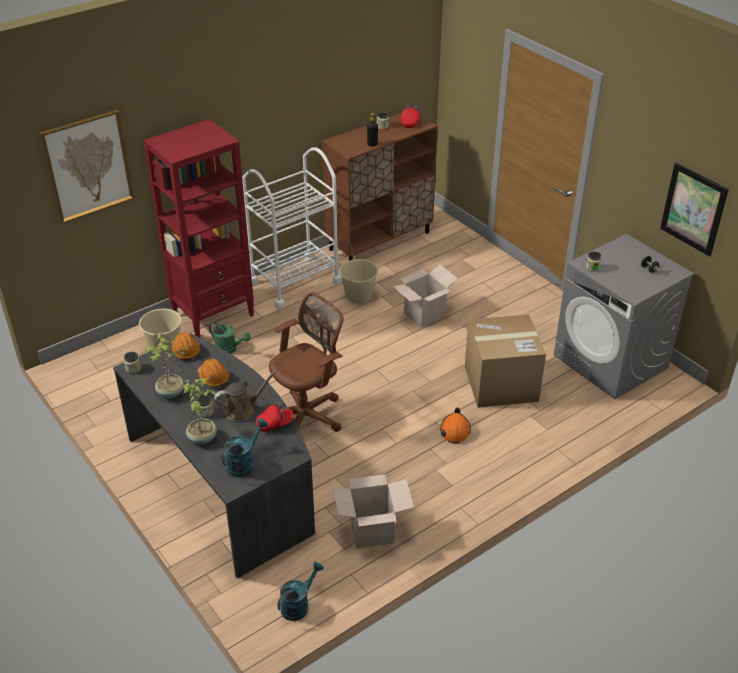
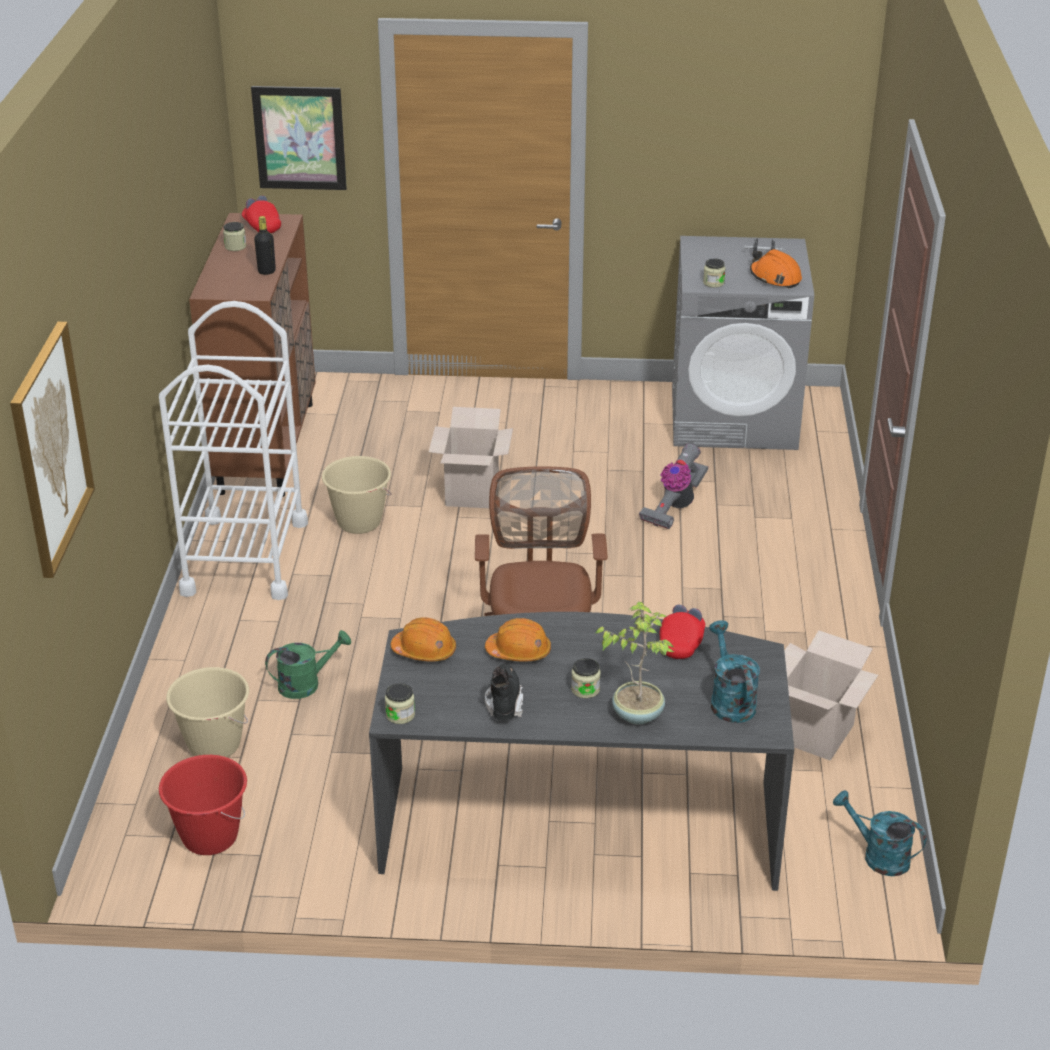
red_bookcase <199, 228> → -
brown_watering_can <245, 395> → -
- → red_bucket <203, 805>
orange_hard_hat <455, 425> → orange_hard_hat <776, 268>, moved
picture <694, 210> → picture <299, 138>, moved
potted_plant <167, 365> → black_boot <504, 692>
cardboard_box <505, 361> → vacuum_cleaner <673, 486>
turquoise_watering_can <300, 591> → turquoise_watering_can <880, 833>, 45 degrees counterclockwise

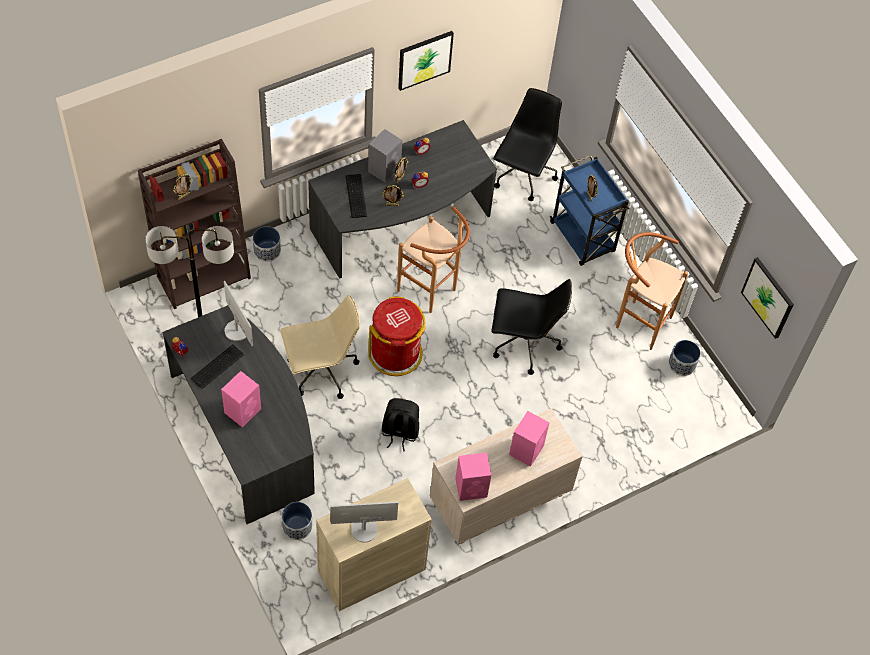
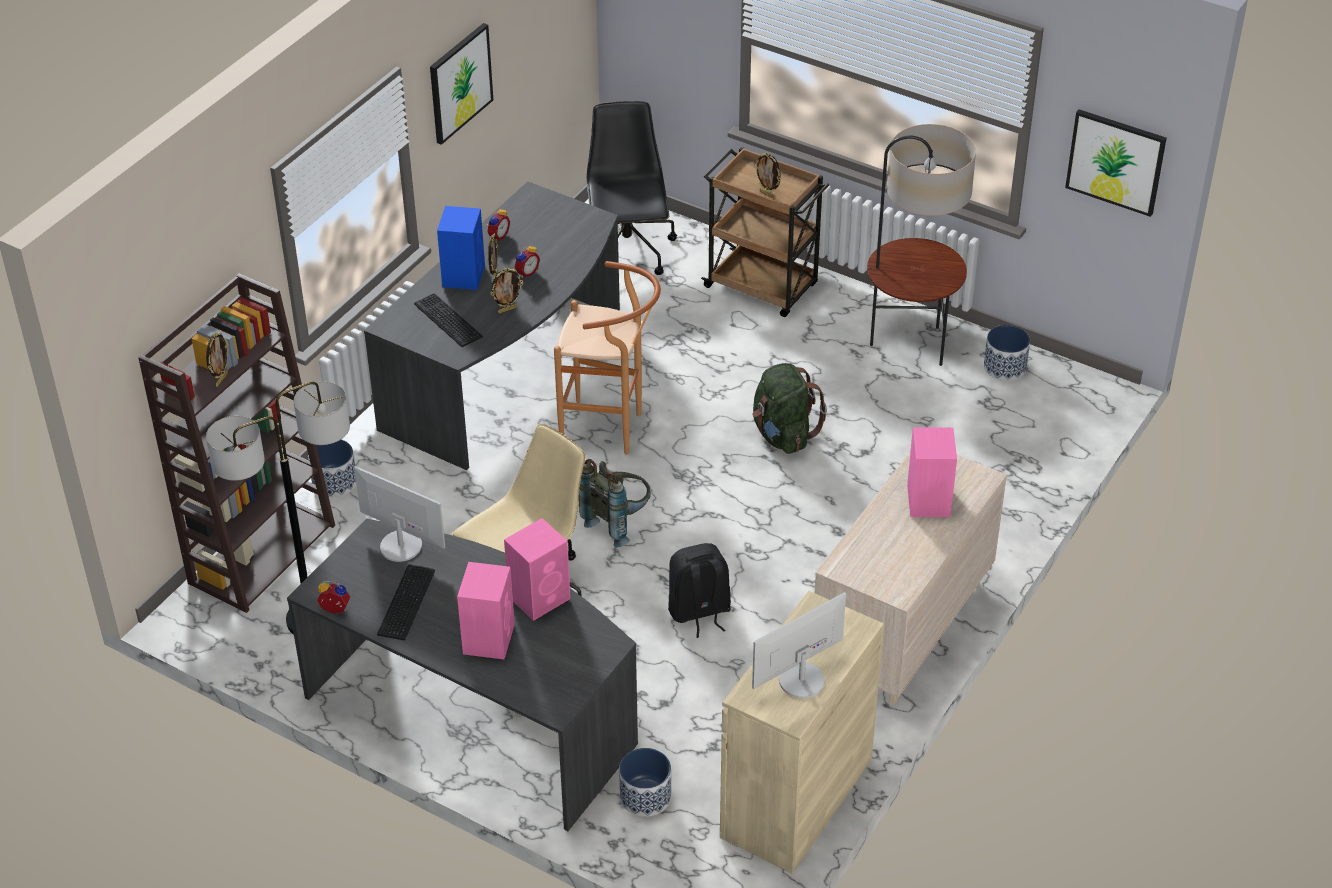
pink_speaker <473, 476> → pink_speaker <537, 569>, moved
red_trash_can <397, 336> → grey_backpack <615, 503>
black_office_chair <531, 327> → green_backpack <789, 408>
brown_stool <652, 291> → floor_lamp <921, 245>
grey_speaker <385, 156> → blue_speaker <461, 248>
blue_cart <589, 210> → brown_cart <765, 232>

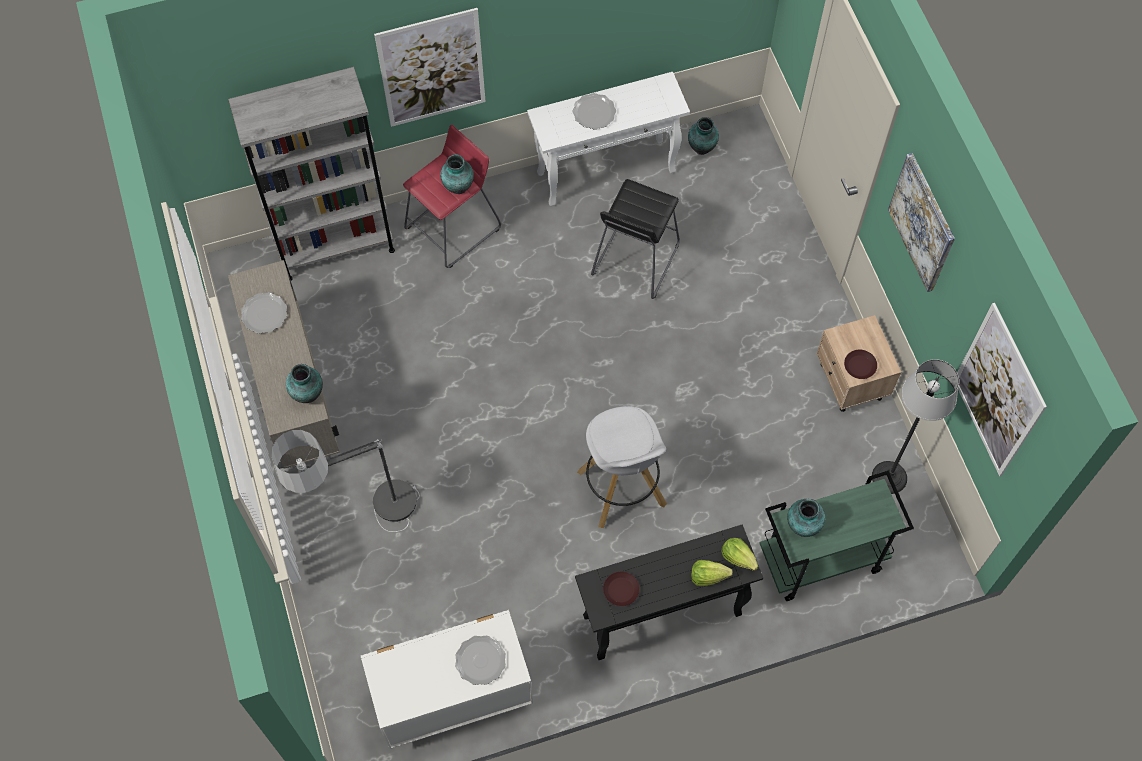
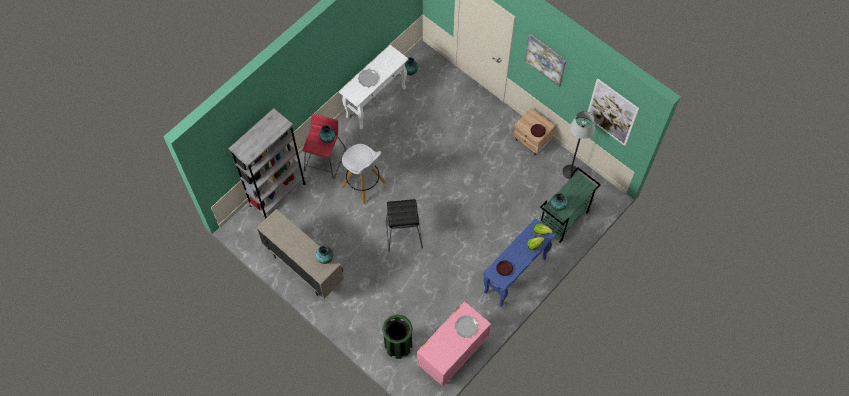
plate <264, 313> → -
floor_lamp <346, 481> → -
picture <430, 67> → -
- → green_trash_can <397, 336>
white_stool <622, 467> → white_stool <364, 174>, moved
black_stool <635, 239> → black_stool <404, 225>, moved
white_dresser <447, 679> → pink_dresser <454, 343>
black_console_table <669, 592> → blue_console_table <519, 262>

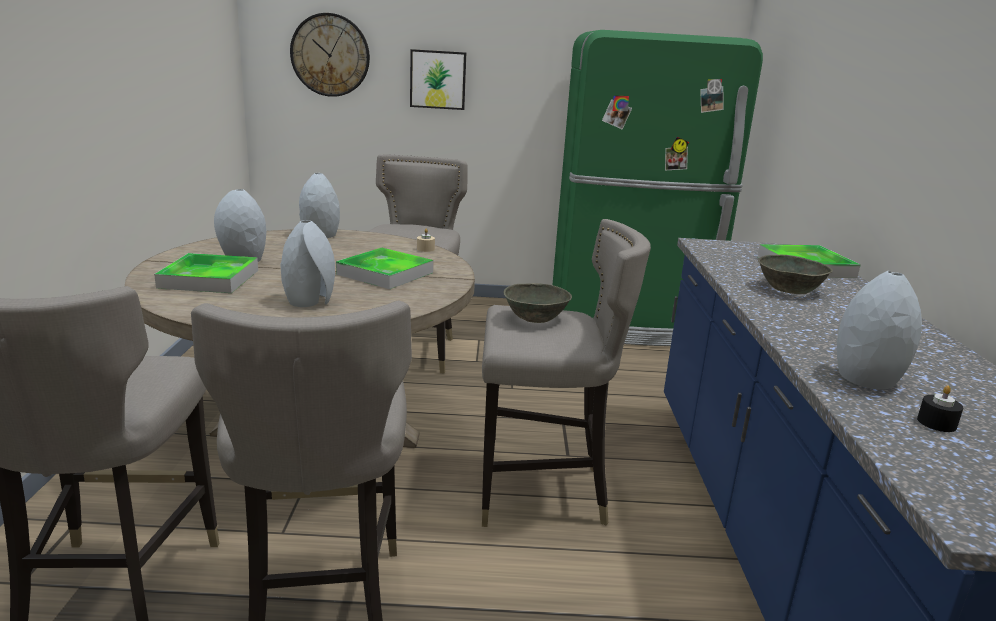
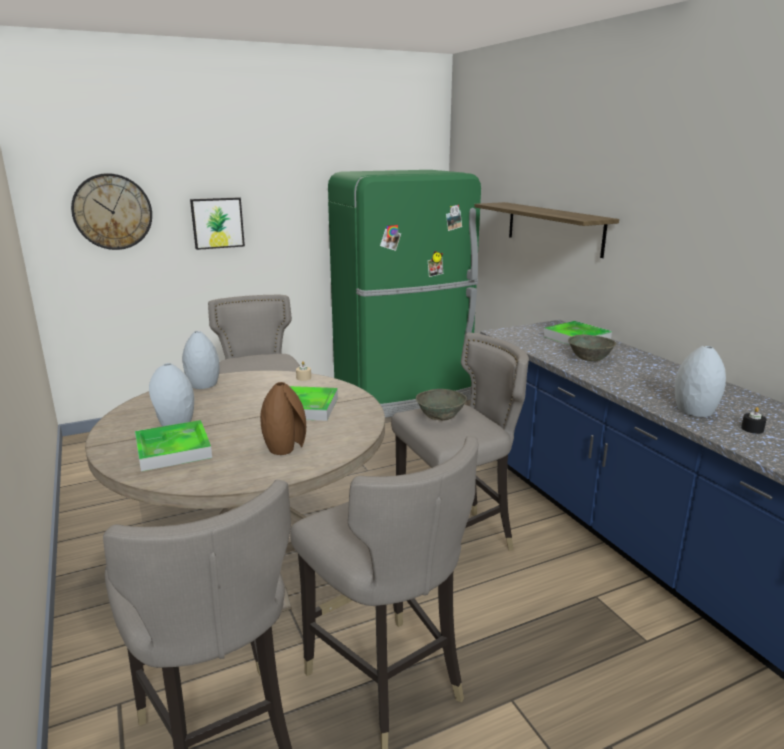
- → shelf <546, 230>
grey_vase <307, 263> → brown_vase <283, 418>

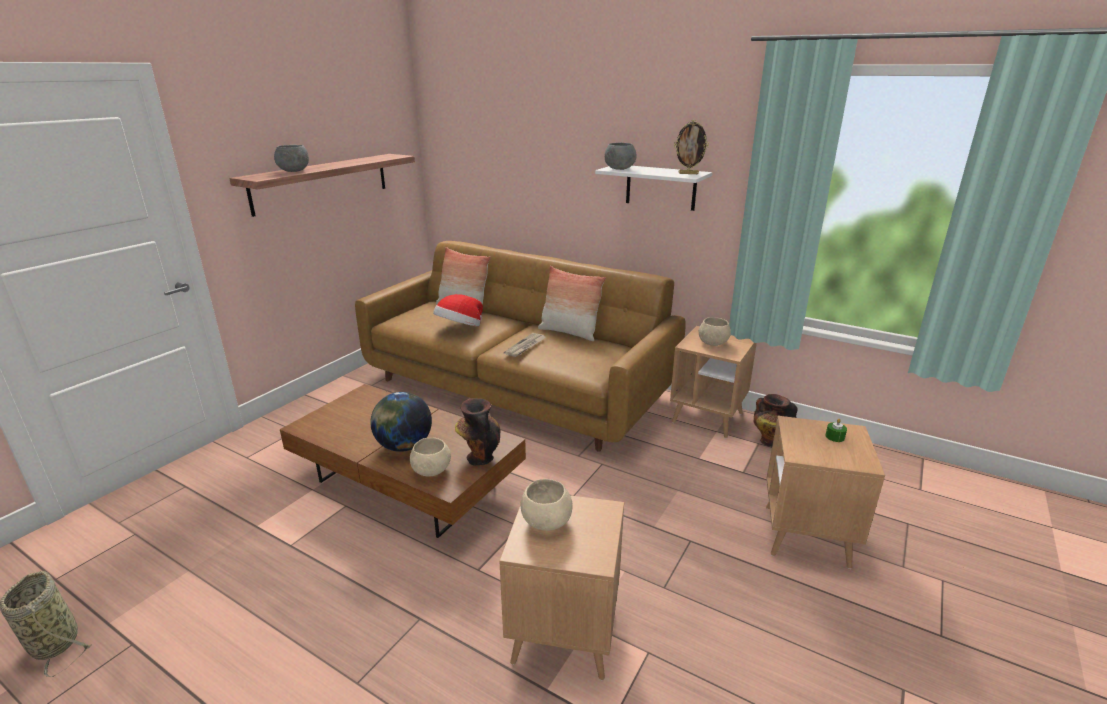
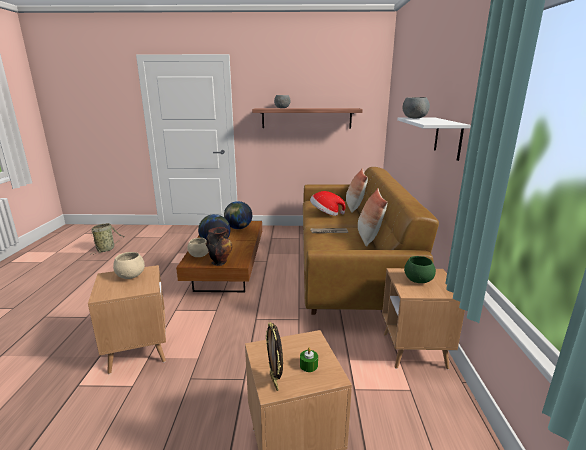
vase <775, 420> → -
- → globe <238, 215>
picture_frame <691, 147> → picture_frame <274, 356>, moved
beige_bowl <715, 331> → green_bowl <420, 269>

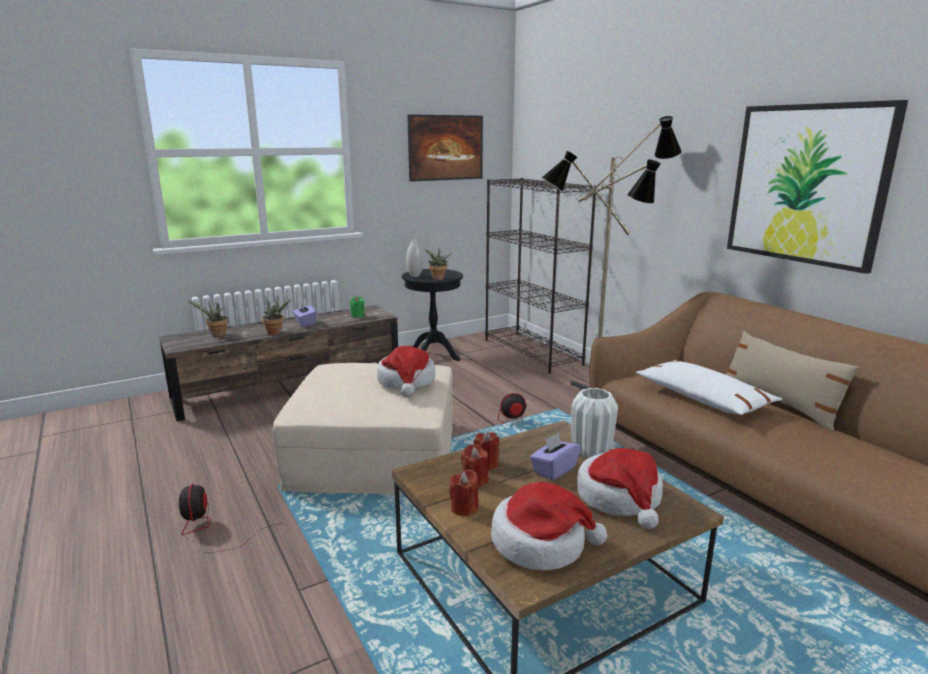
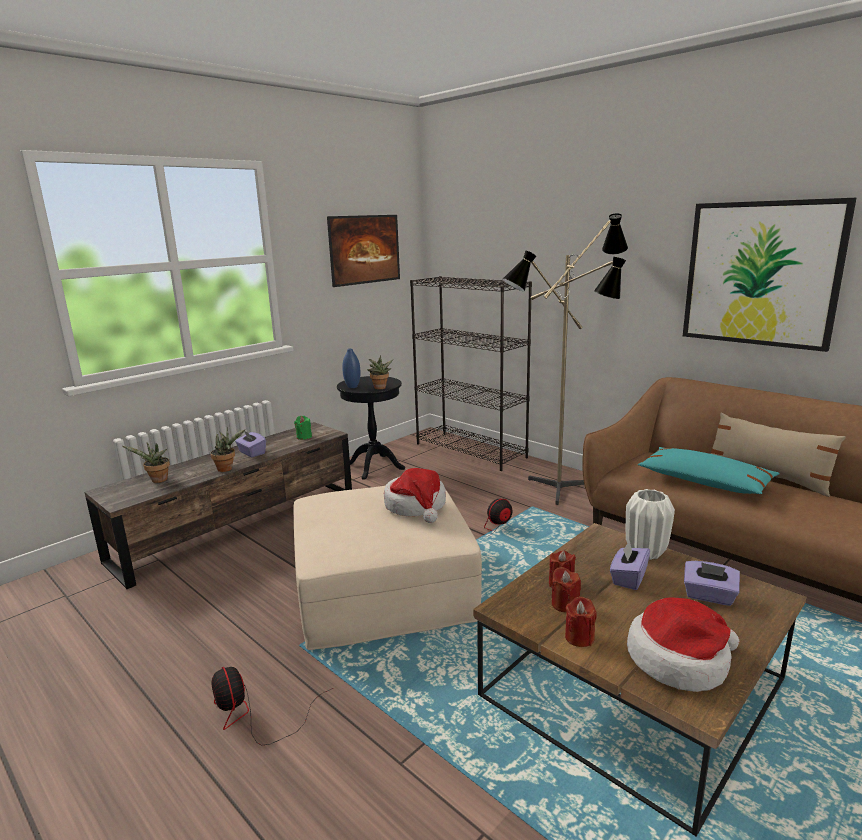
hat <620, 488> → purple_tissue_box <712, 583>
white_vase <414, 258> → blue_vase <351, 368>
white_pillow <709, 387> → turquoise_pillow <709, 470>

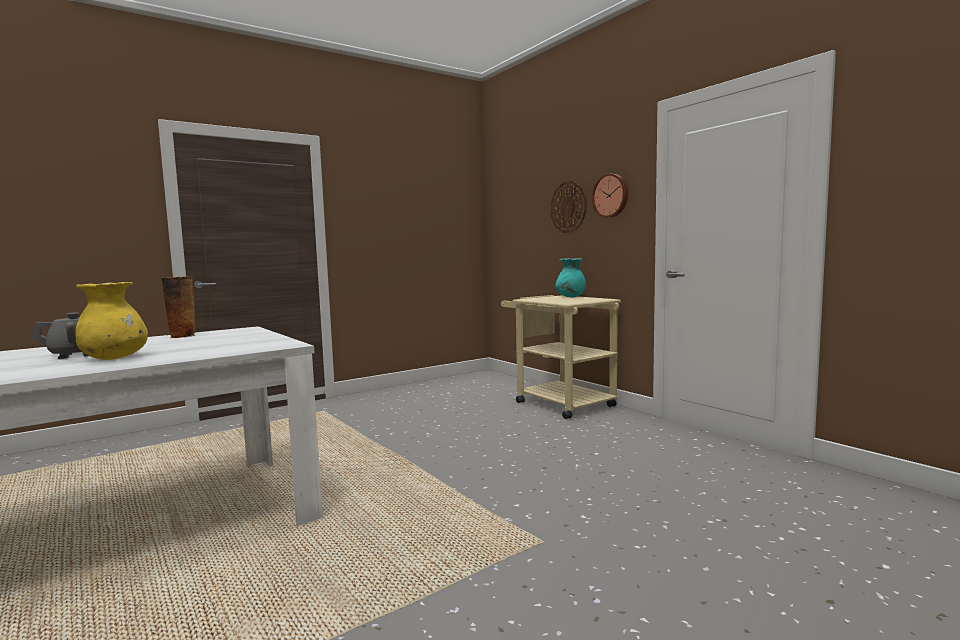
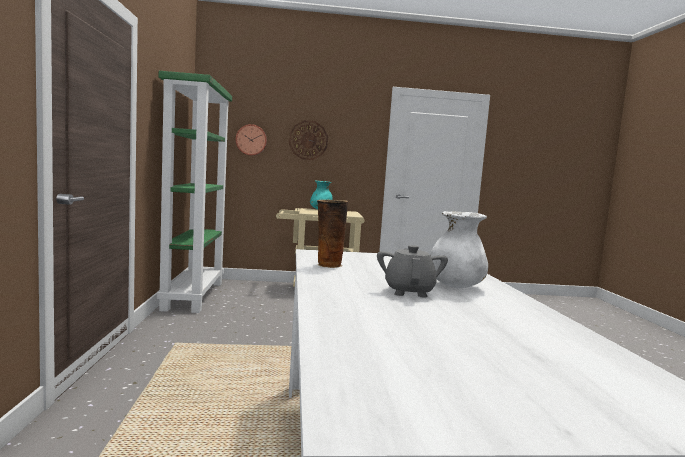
- → green_bookcase <194, 192>
wall_clock <610, 196> → wall_clock <251, 140>, moved
yellow_vase <111, 321> → white_vase <459, 249>

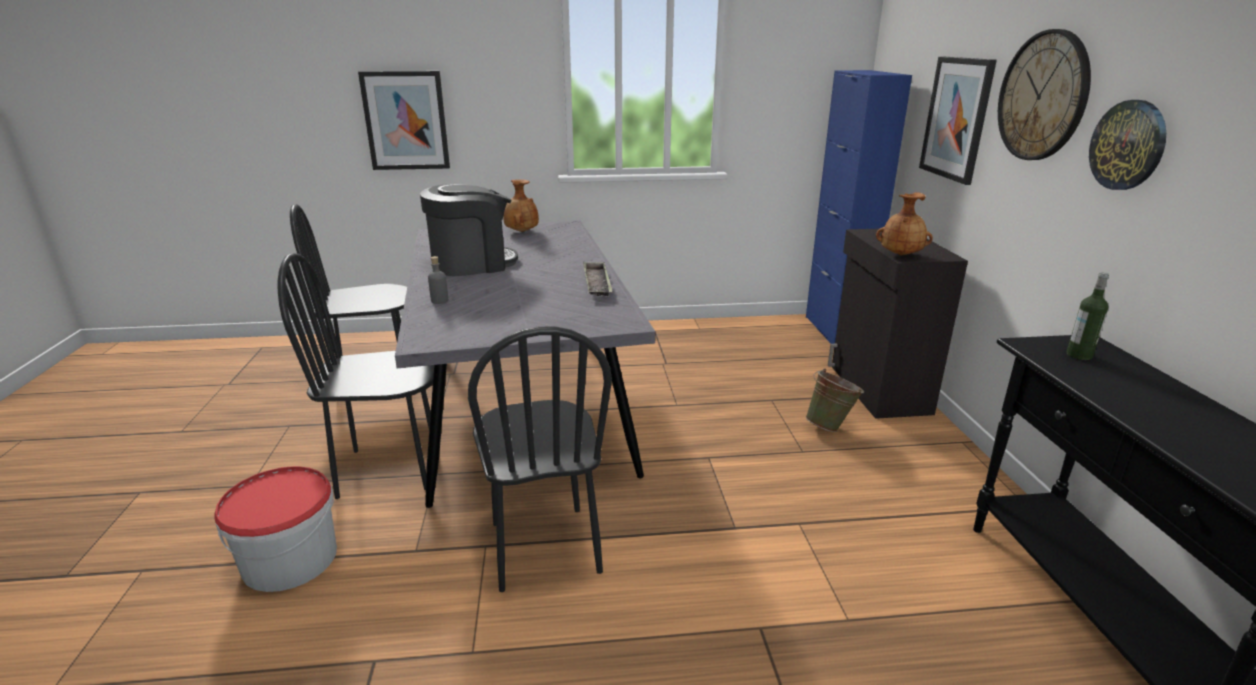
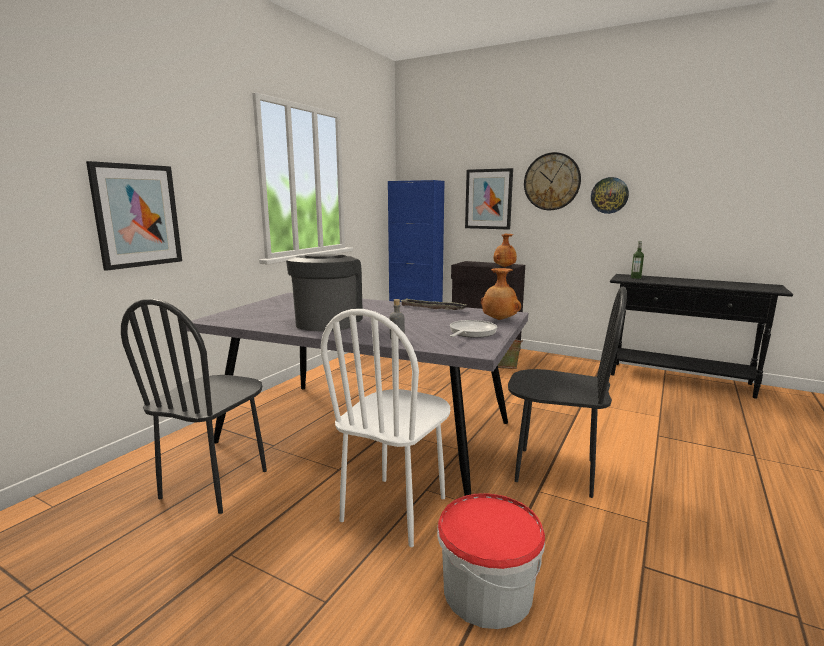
- → frying_pan <473, 329>
brown_vase <521, 205> → brown_vase <501, 294>, moved
black_chair <356, 376> → white_chair <385, 428>

